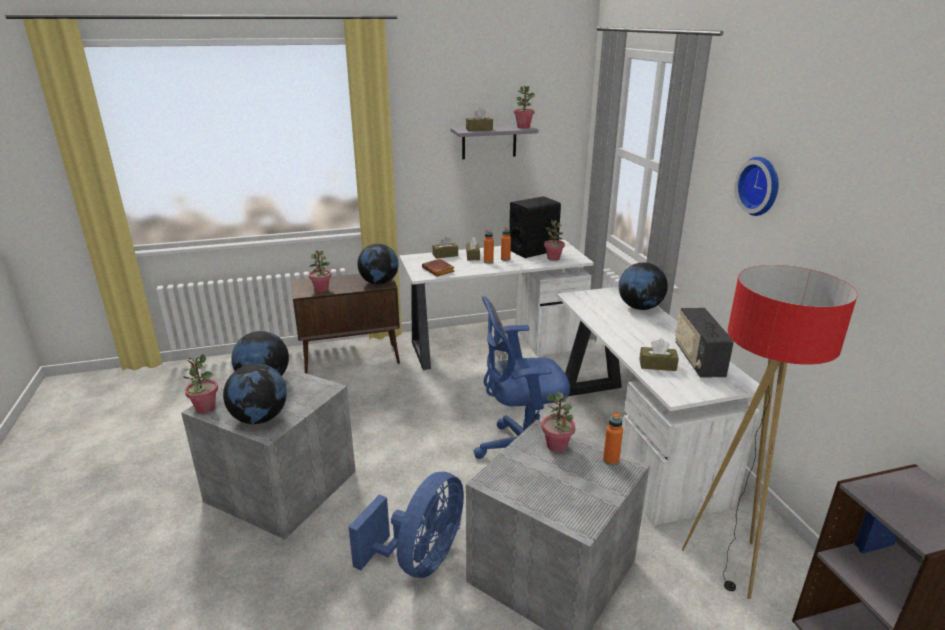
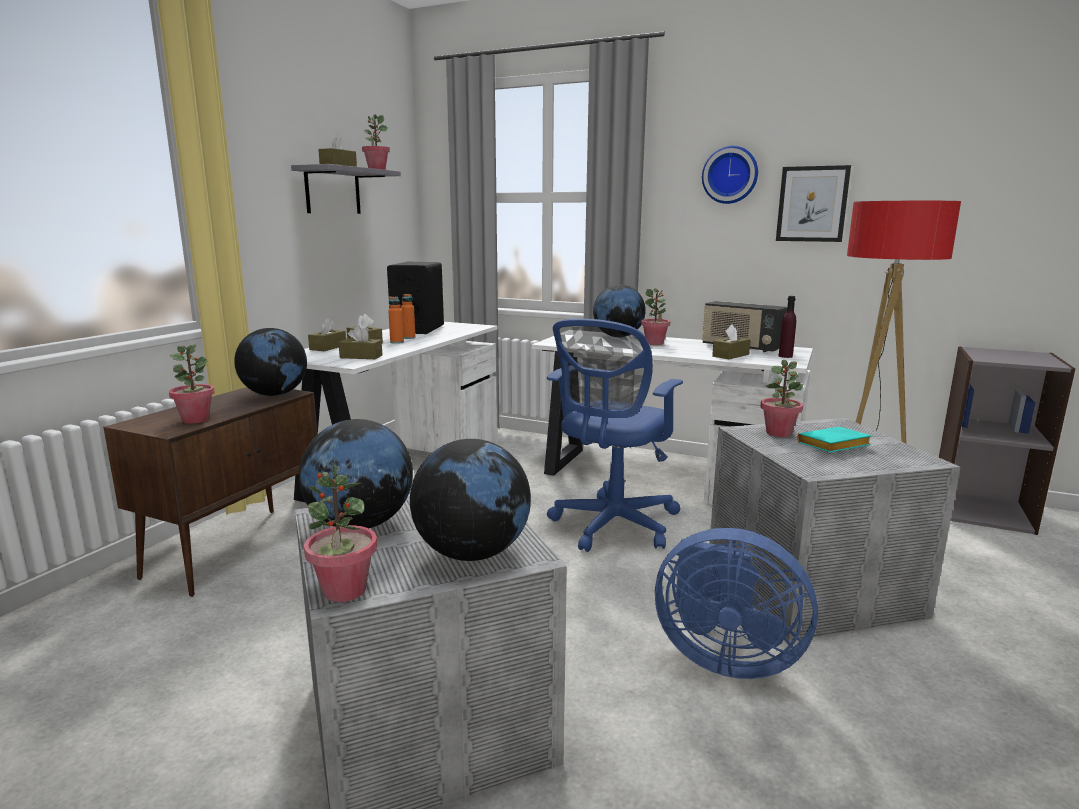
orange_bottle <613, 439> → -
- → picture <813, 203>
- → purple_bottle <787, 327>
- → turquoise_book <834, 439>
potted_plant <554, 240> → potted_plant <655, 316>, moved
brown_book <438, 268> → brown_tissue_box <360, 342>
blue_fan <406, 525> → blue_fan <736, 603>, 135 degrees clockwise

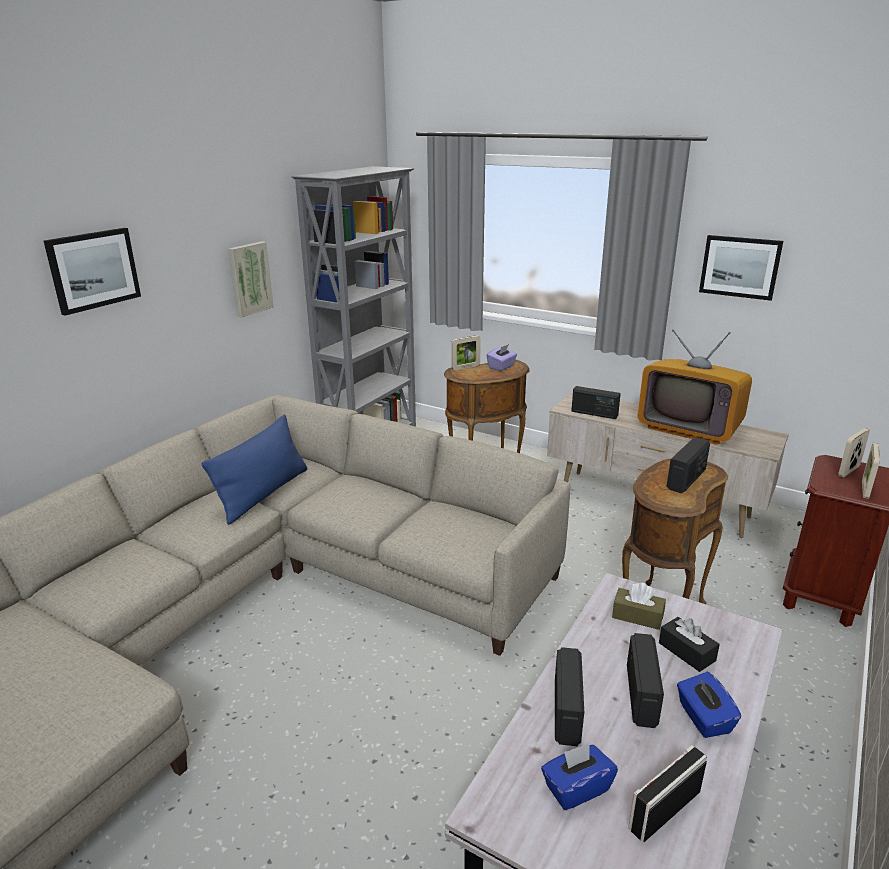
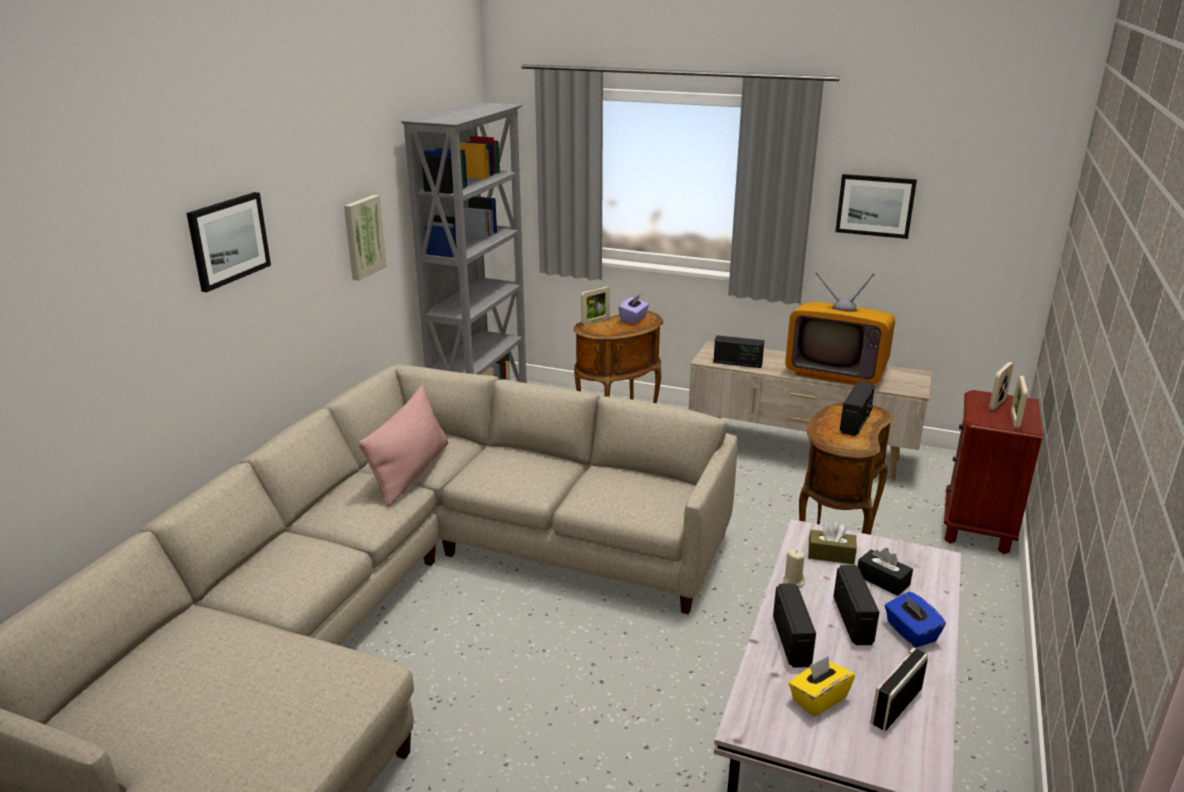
- → beige_candle <793, 568>
blue_pillow <254, 469> → pink_pillow <403, 446>
blue_tissue_box <579, 776> → yellow_tissue_box <822, 686>

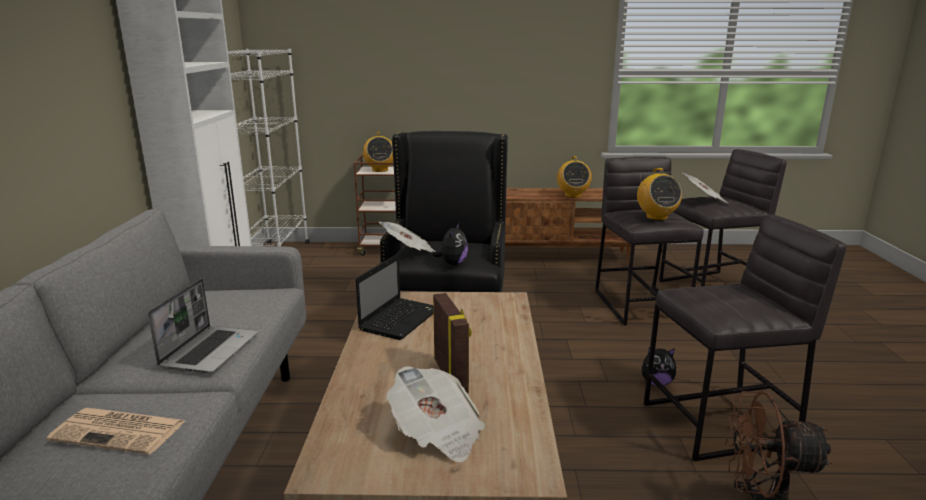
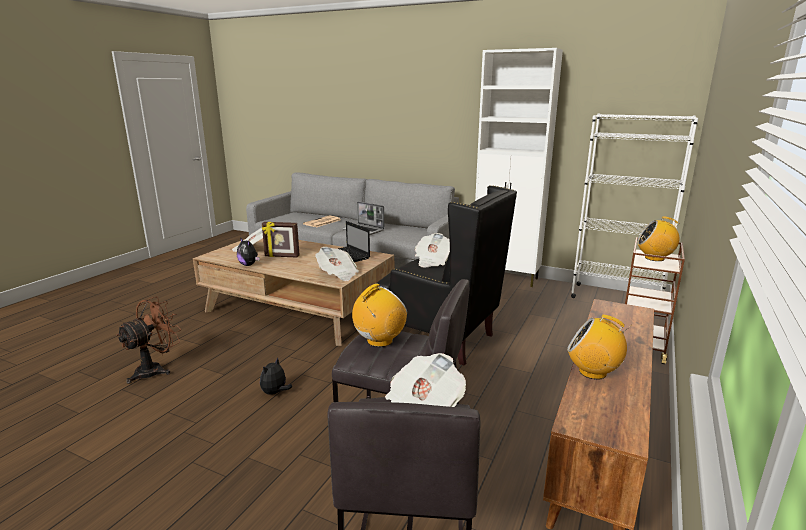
grey_stool <745, 337> → -
- → newspaper <337, 264>
plush_toy <450, 244> → plush_toy <248, 252>, moved
radio <659, 194> → radio <379, 315>, 120 degrees clockwise

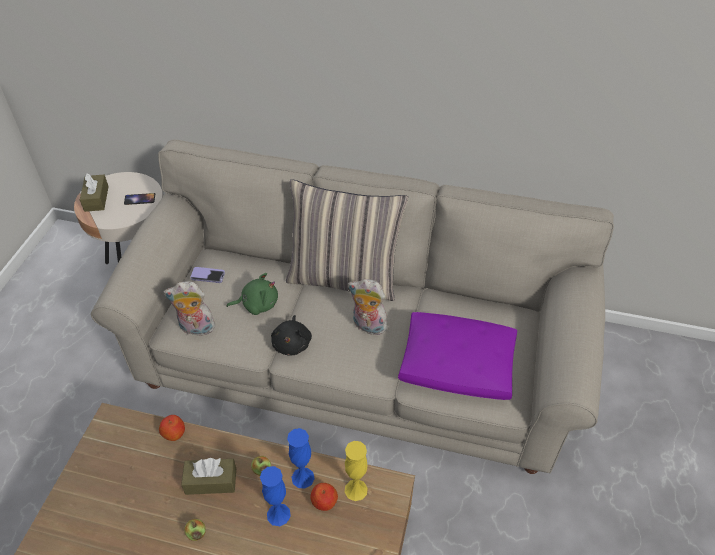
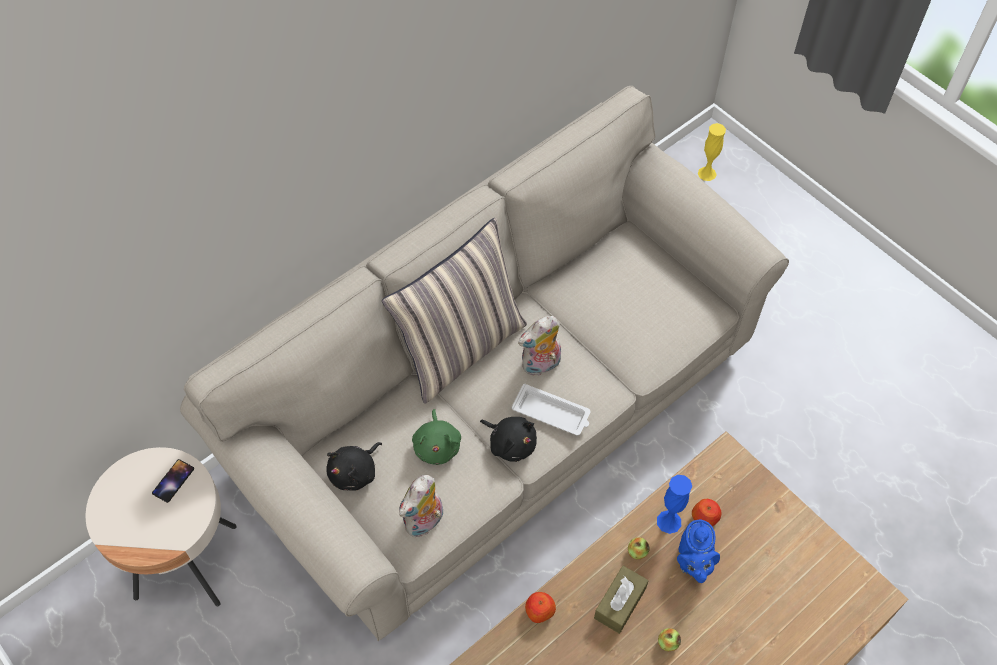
brown_tissue_box <94, 192> → -
purple_pillow <457, 356> → -
- → white_tray <551, 409>
yellow_vase <356, 471> → yellow_vase <712, 152>, moved
phone <207, 275> → black_plush_toy <354, 466>
blue_vase <275, 496> → blue_teapot <698, 551>
green_plush_toy <252, 294> → green_plush_toy <436, 437>, 150 degrees clockwise

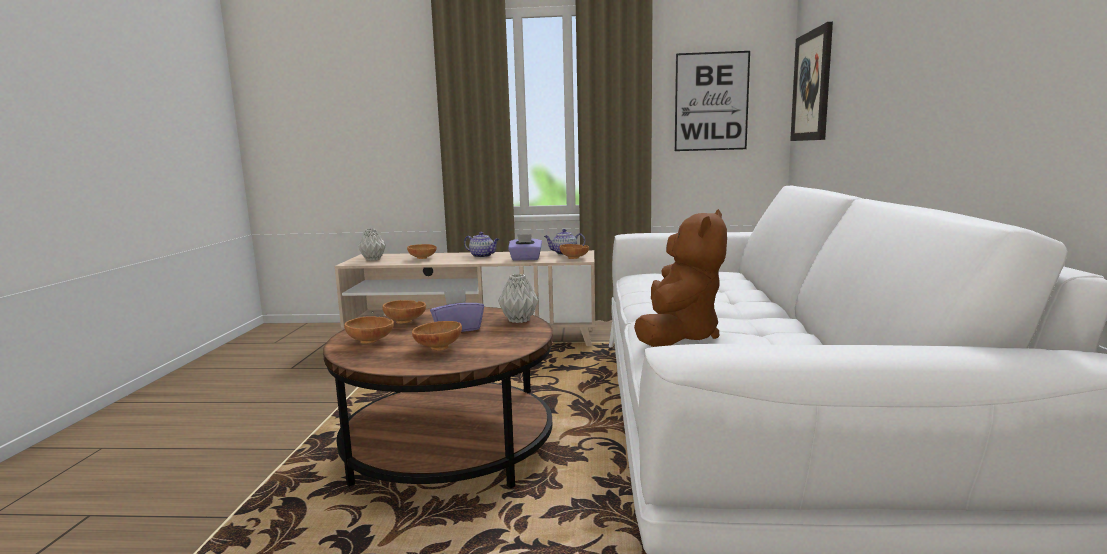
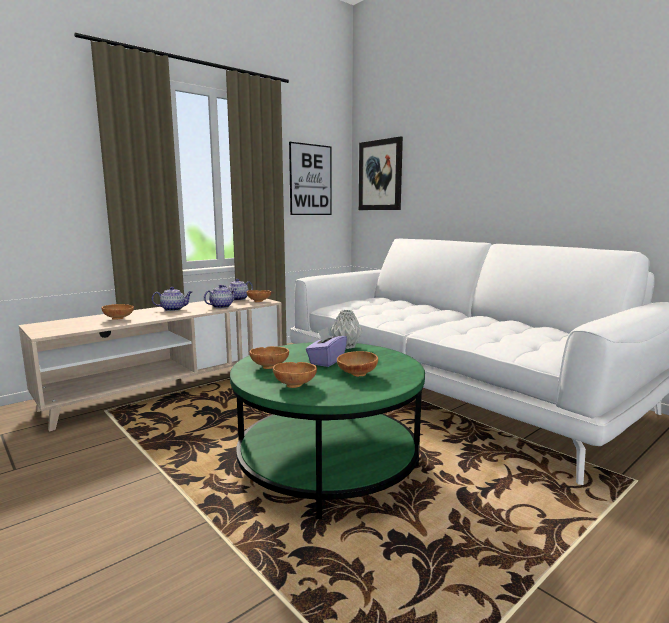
grey_vase <372, 245> → -
brown_plush_toy <680, 278> → -
purple_tissue_box <525, 247> → teapot <220, 296>
brown_coffee_table <438, 397> → green_coffee_table <327, 430>

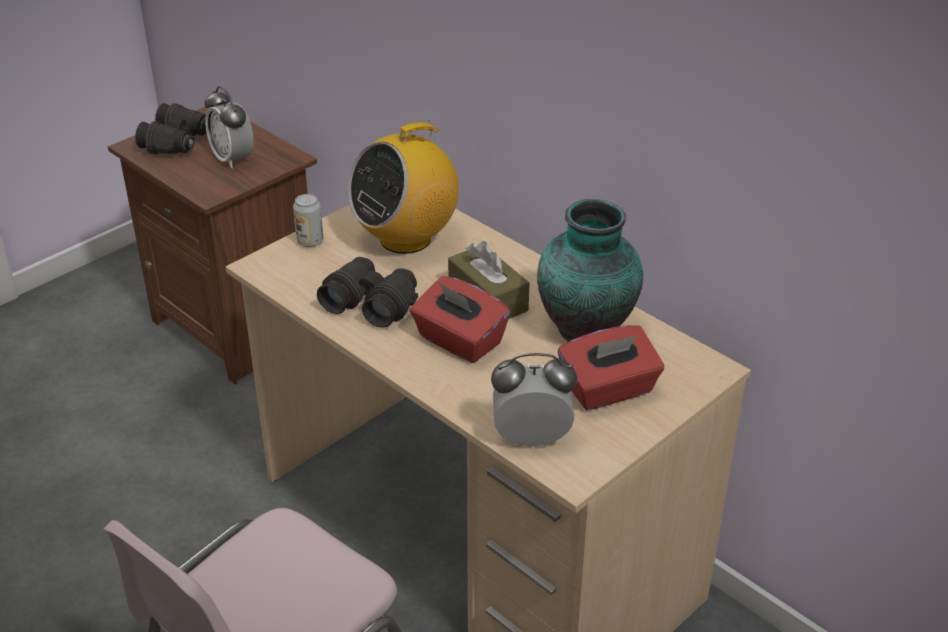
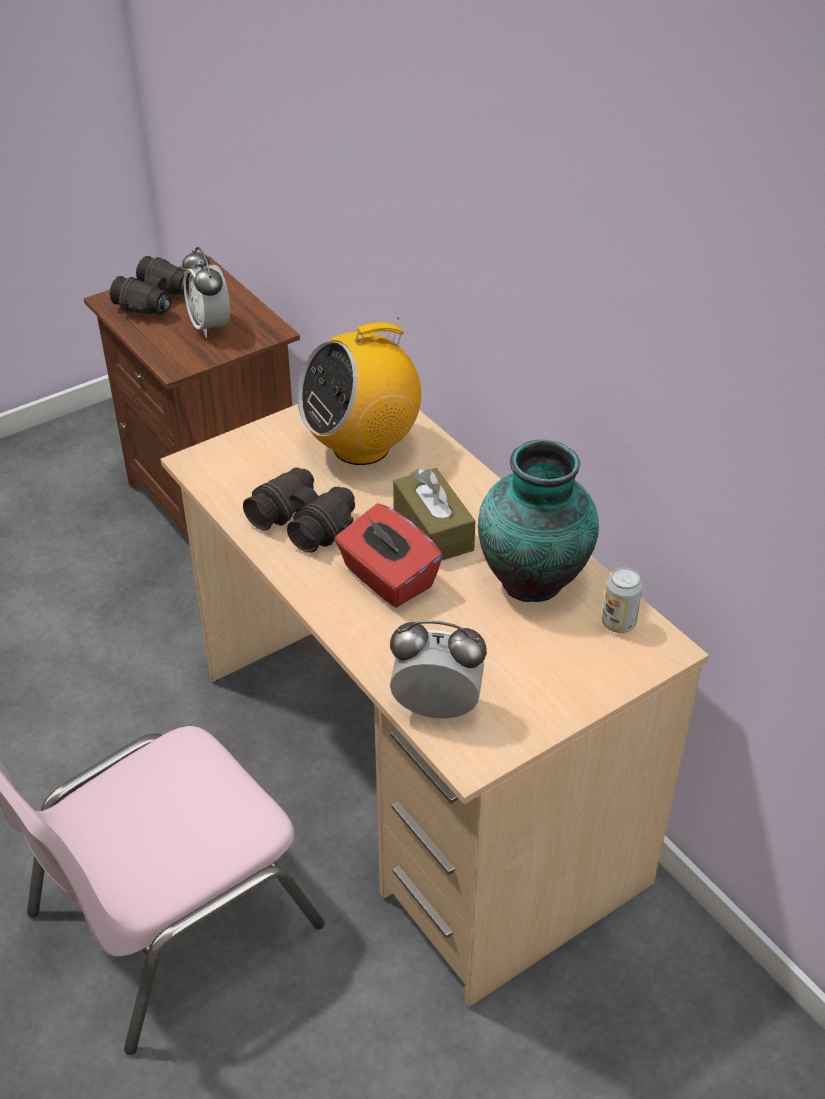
red_tissue_box <611, 367> → -
can <308, 220> → can <622, 600>, moved

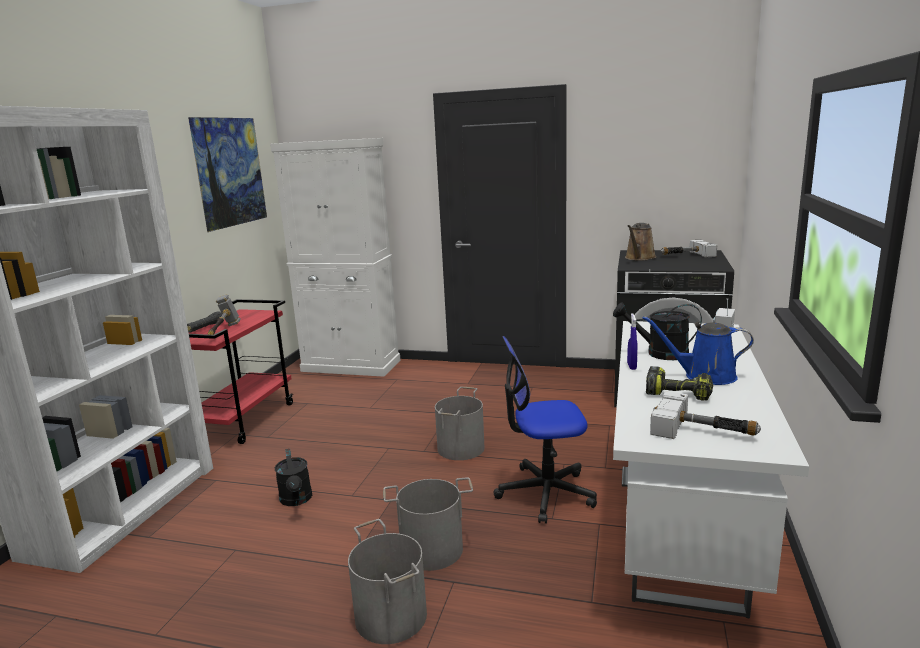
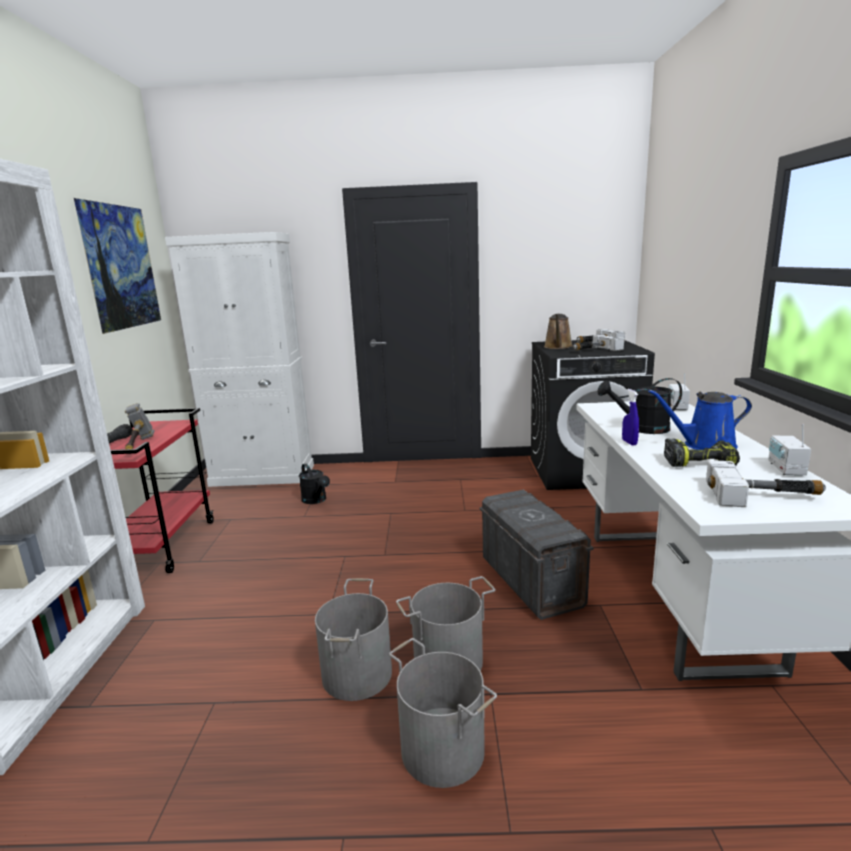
- → hammer <598, 343>
- → radio <789, 450>
black_watering_can <293, 477> → black_watering_can <314, 484>, moved
grey_bucket <459, 423> → grey_bucket <353, 639>, moved
office_chair <545, 430> → grey_storage_box <537, 555>

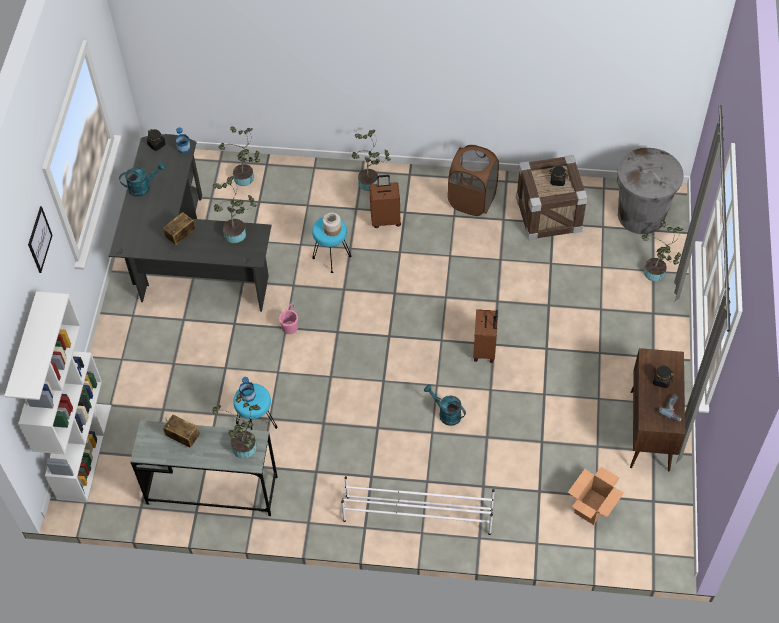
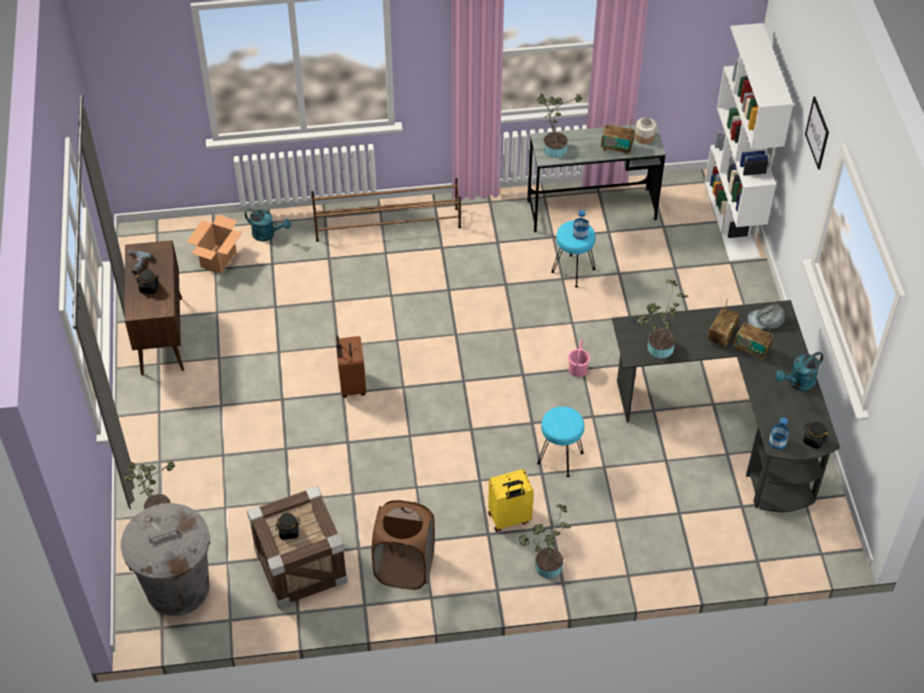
potted_plant <239, 156> → -
- → radio <754, 341>
- → grey_cap <766, 316>
jar <332, 224> → jar <645, 131>, moved
turquoise_watering_can <445, 405> → turquoise_watering_can <268, 225>, moved
white_shoe_rack <418, 505> → brown_shoe_rack <386, 210>
brown_suitcase <385, 201> → yellow_suitcase <511, 500>

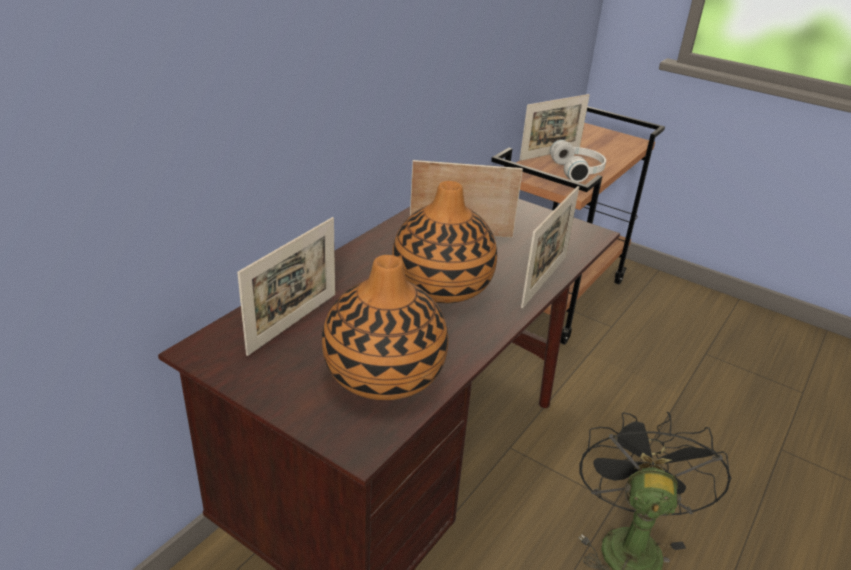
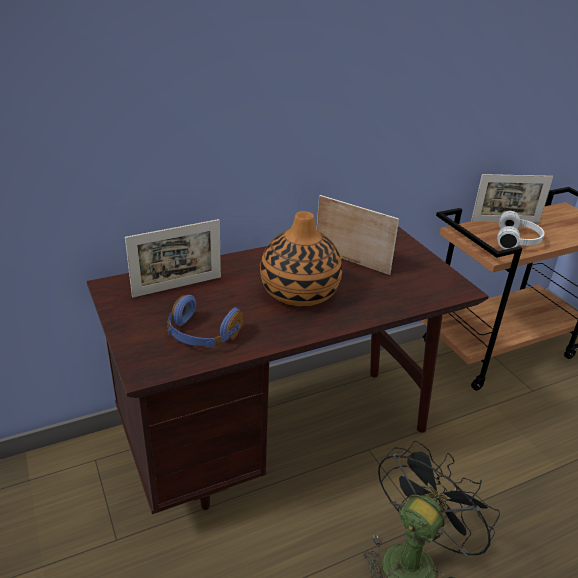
picture_frame <550, 247> → -
vase <385, 327> → blue_headphones <205, 321>

